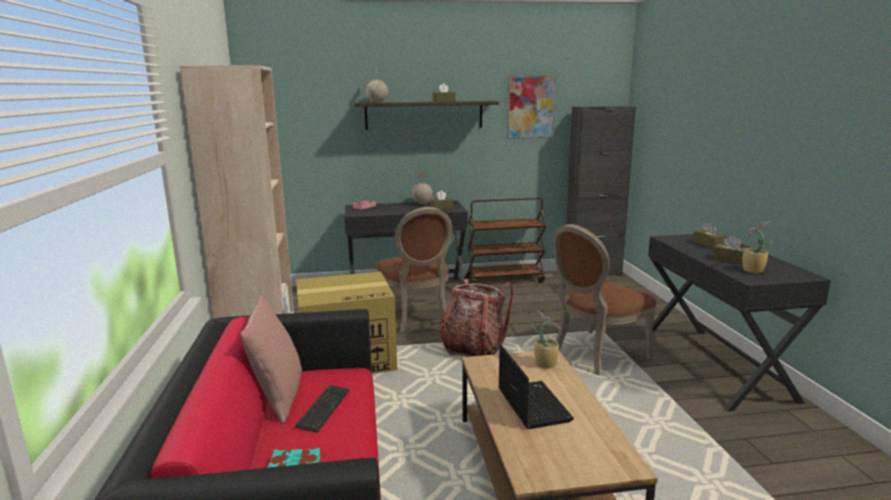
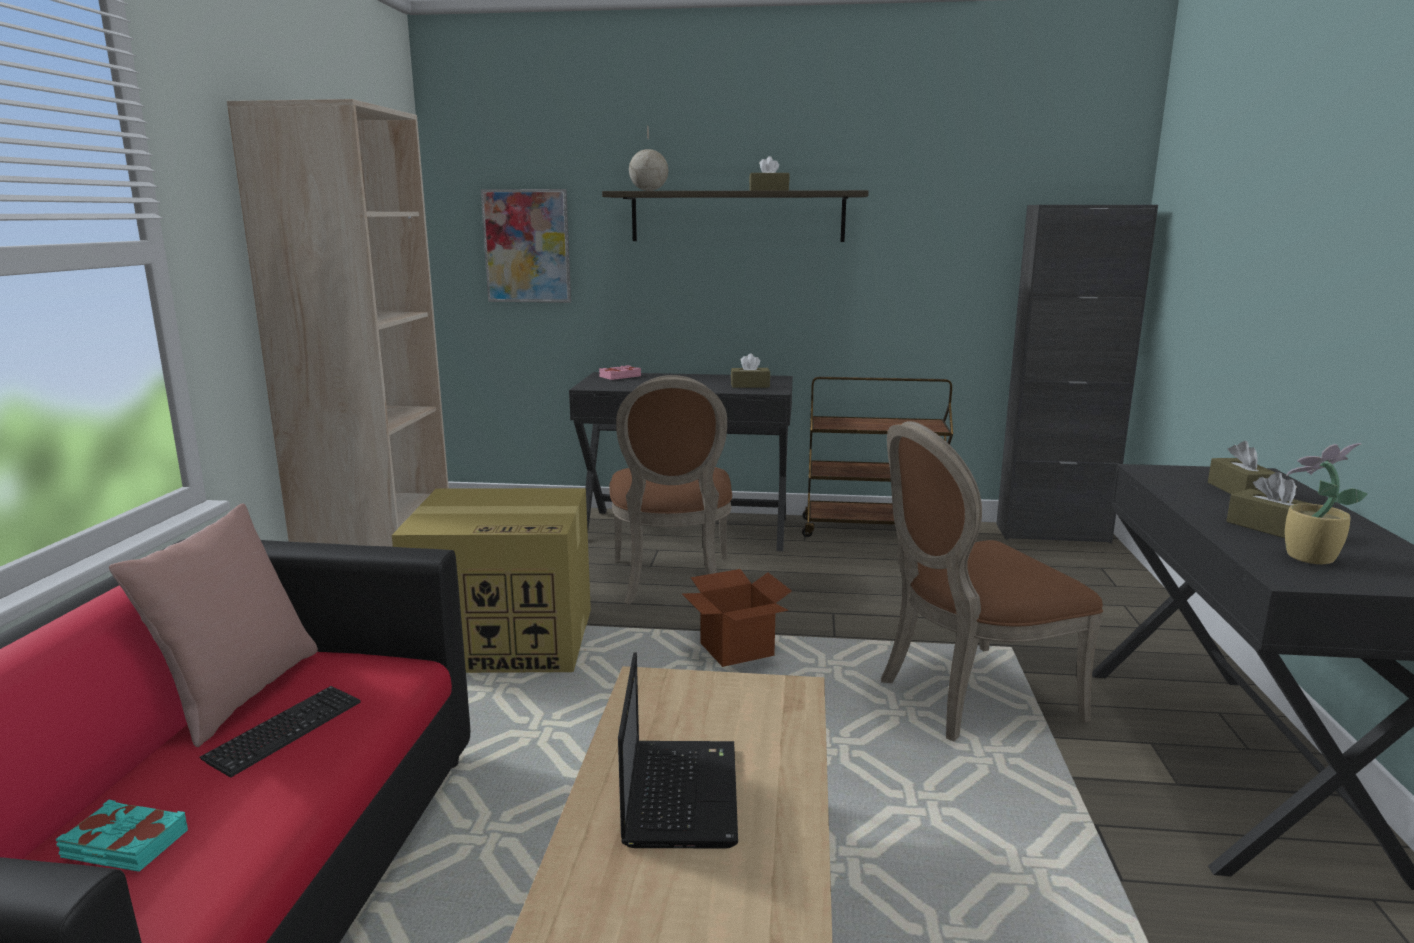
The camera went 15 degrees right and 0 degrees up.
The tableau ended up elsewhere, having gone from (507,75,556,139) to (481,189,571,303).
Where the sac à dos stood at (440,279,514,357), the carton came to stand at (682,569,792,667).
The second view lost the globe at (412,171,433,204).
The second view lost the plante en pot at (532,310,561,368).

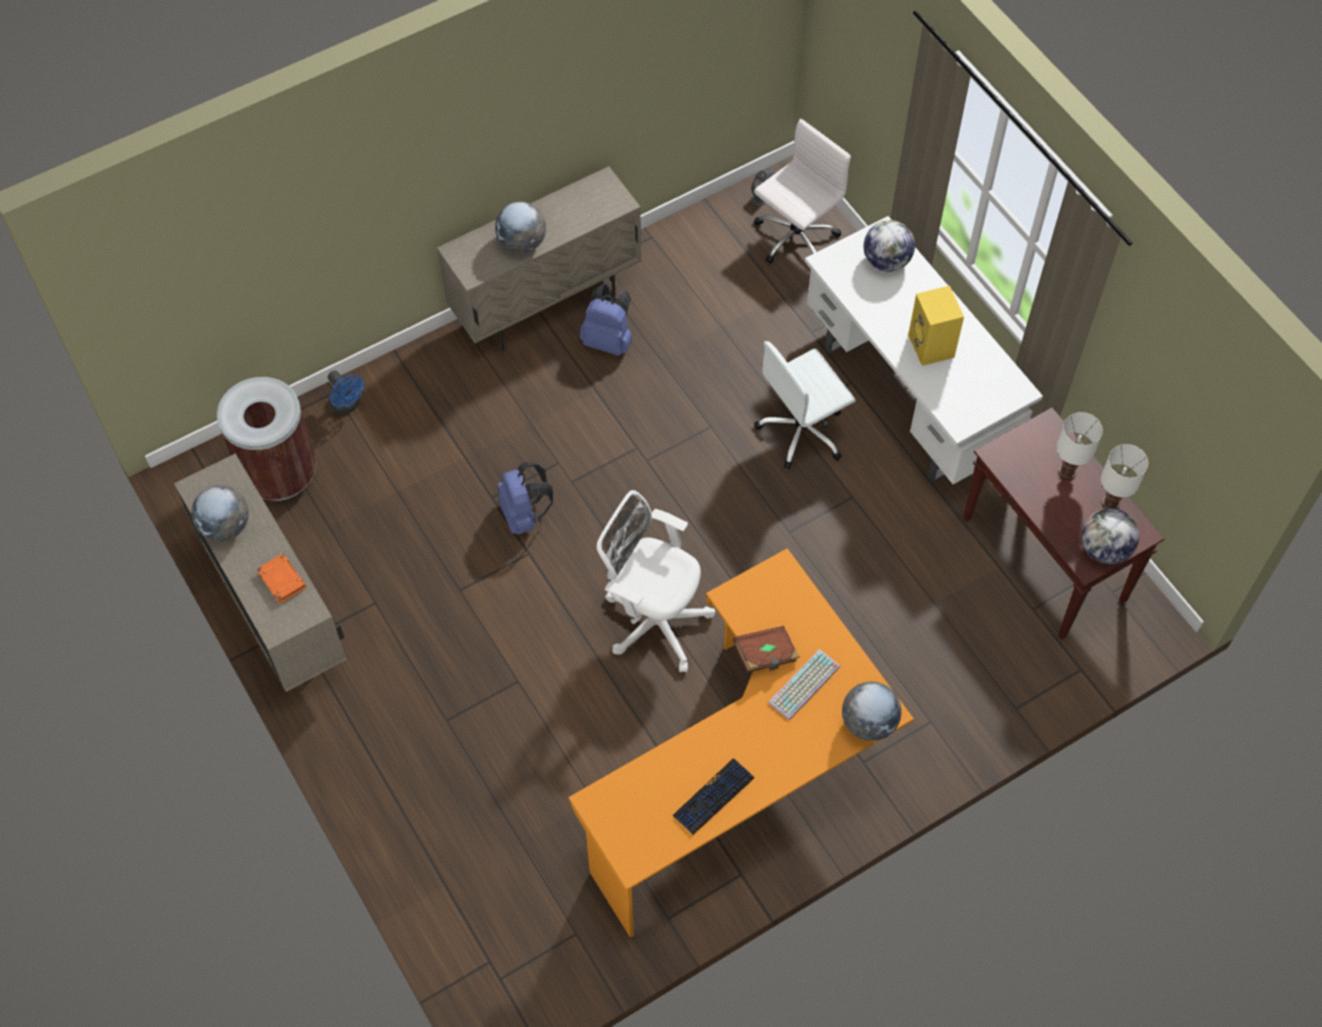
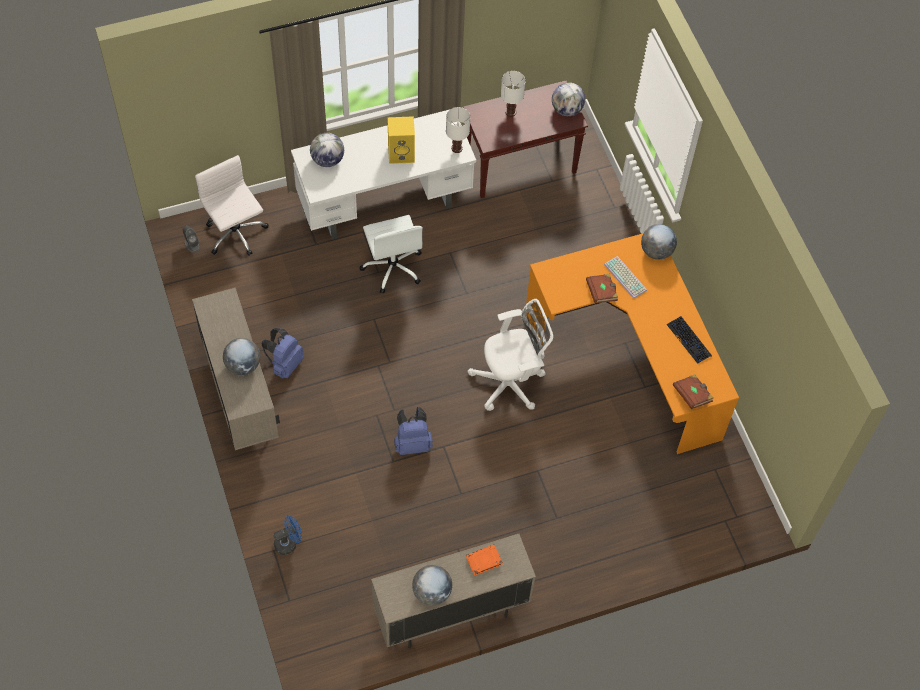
The camera went 80 degrees left and 0 degrees up.
The lampe de table (blanc) ended up elsewhere, having gone from (1101,444,1148,509) to (446,107,470,153).
The chaise de bureau (blanc) at (597,490,715,672) ended up facing another way, 150 degrees counterclockwise from before.
The second view gained the livre (marron) at (673,374,713,409).
The second view lost the poubelle (marron) at (217,377,316,501).

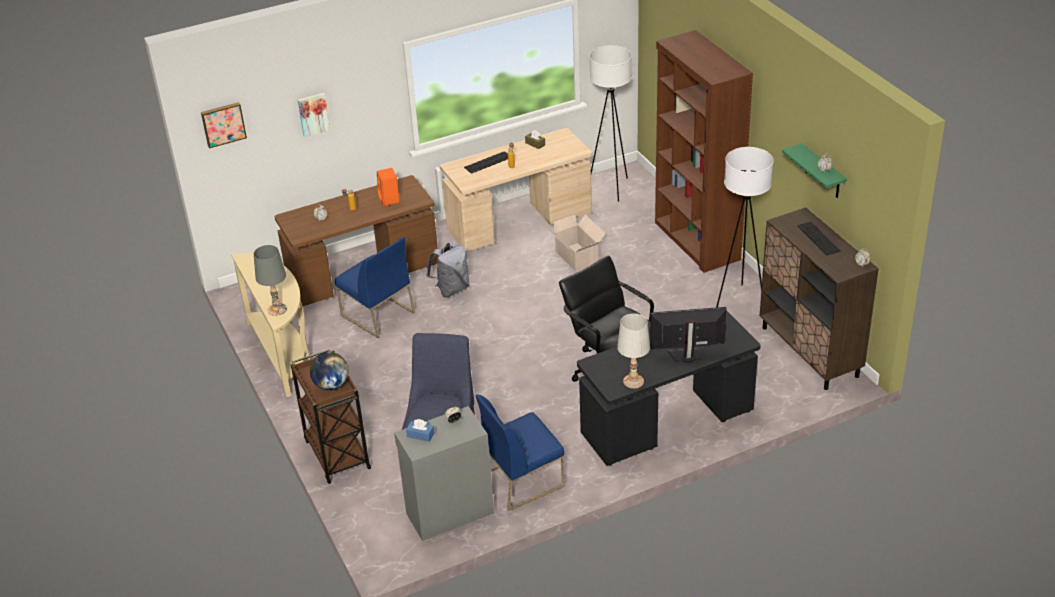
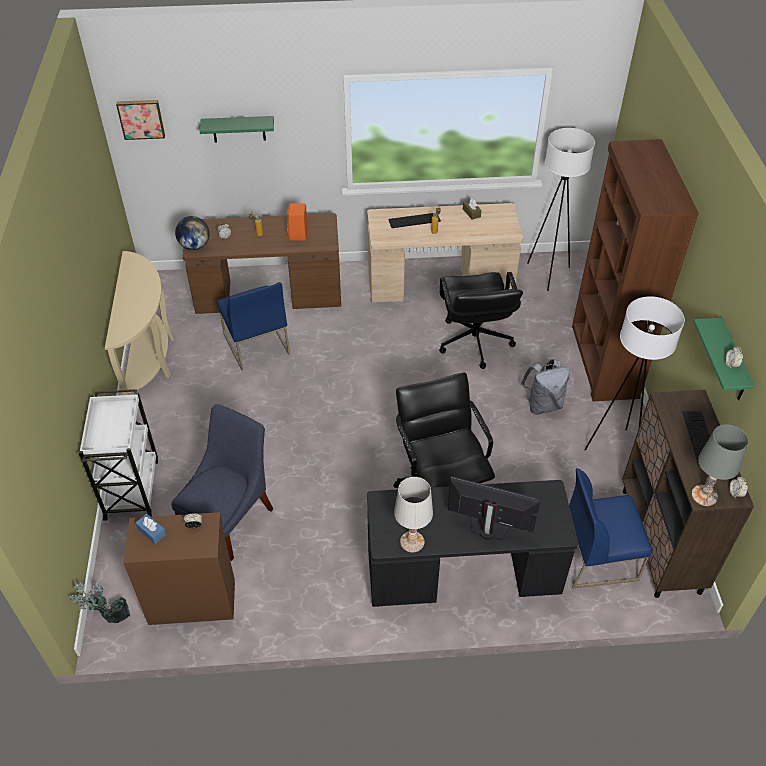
The camera went 20 degrees right and 10 degrees up.
The second view gained the plante en pot at (69,581,130,623).
What was the chariot (marron) at (291,349,371,484) turned into the chariot (blanc) at (78,389,158,521).
What was the meuble de rangement (gris) at (394,406,494,541) turned into the meuble de rangement (marron) at (123,512,235,625).
The globe ended up elsewhere, having gone from (310,352,348,390) to (175,216,210,250).
Where the tableau hung at (298,93,330,137), the étagère (vert) came to hang at (199,116,274,143).
Where the carton stood at (547,215,606,271), the chaise de bureau (noir) came to stand at (439,272,523,369).
The sac à dos (gris) ended up elsewhere, having gone from (426,242,470,297) to (521,359,569,415).
The chaise (bleu) ended up elsewhere, having gone from (476,394,565,511) to (569,468,652,588).
The lampe de table (gris) ended up elsewhere, having gone from (254,245,287,316) to (692,424,748,506).

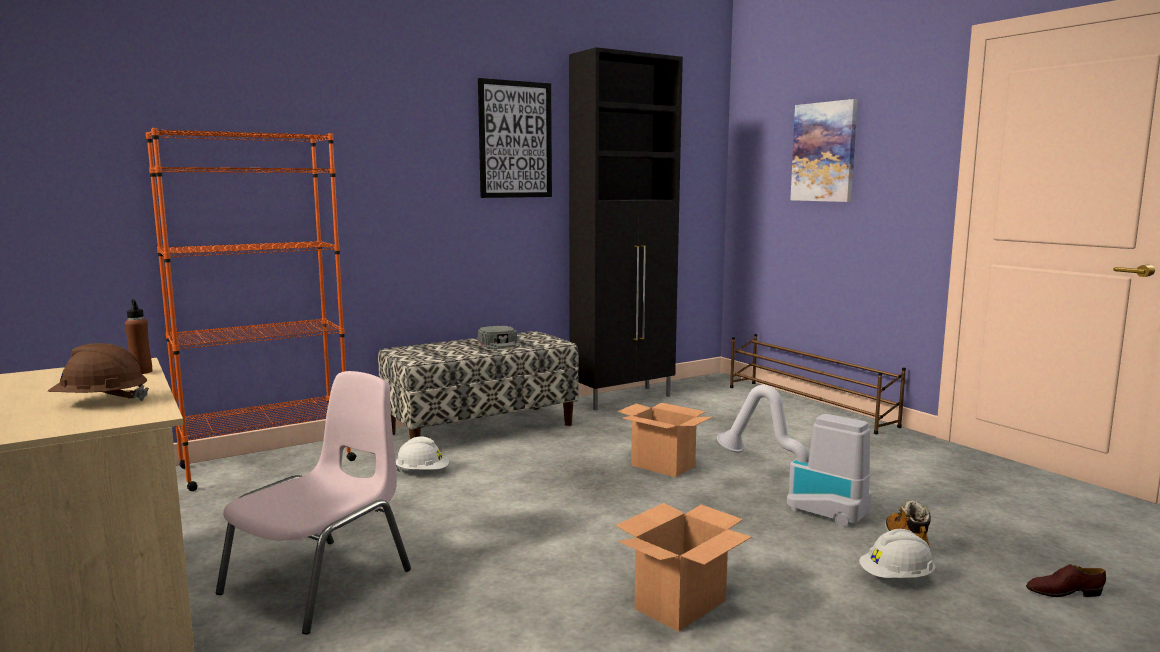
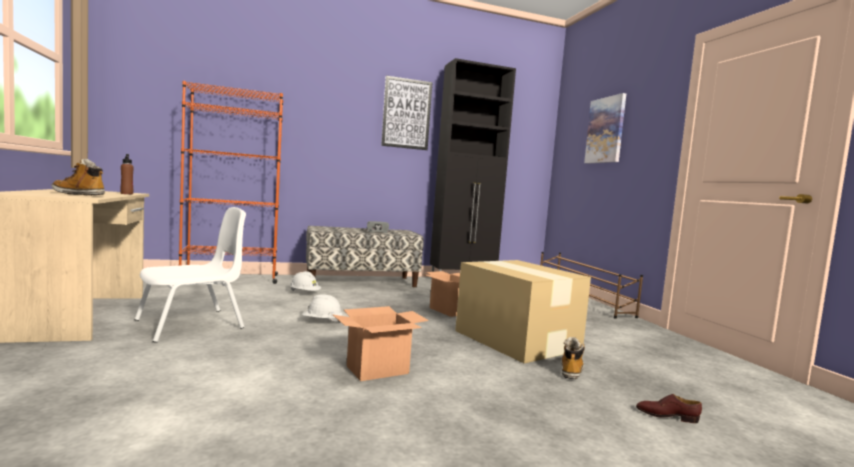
The camera went 15 degrees right and 5 degrees down.
Where the casque de chantier (marron) stood at (48,343,149,401), the botte came to stand at (52,159,105,195).
What was the chaise (rose) at (216,371,411,634) turned into the chaise (blanc) at (134,207,246,343).
The casque de chantier (blanc) ended up elsewhere, having gone from (859,529,935,578) to (302,294,343,323).
Where the aspirateur stood at (717,385,872,527), the carton came to stand at (455,260,591,363).

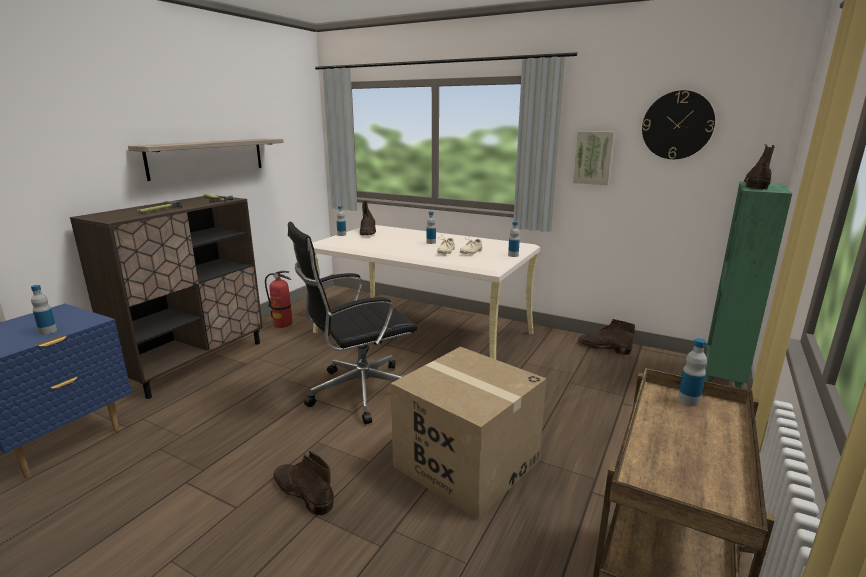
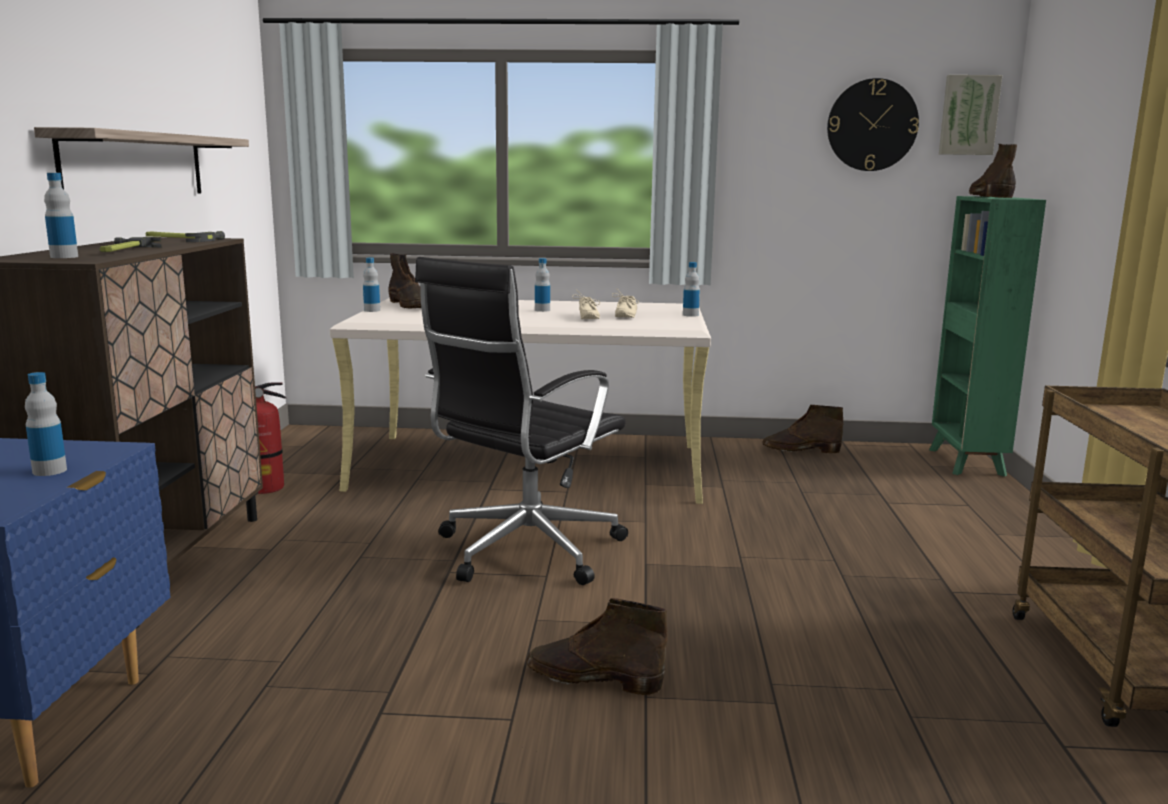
The camera went 25 degrees left and 5 degrees down.
The bouteille ended up elsewhere, having gone from (678,338,707,406) to (44,173,78,258).
The tableau ended up elsewhere, having gone from (573,131,615,185) to (939,75,1002,155).
The second view lost the carton at (391,347,546,520).

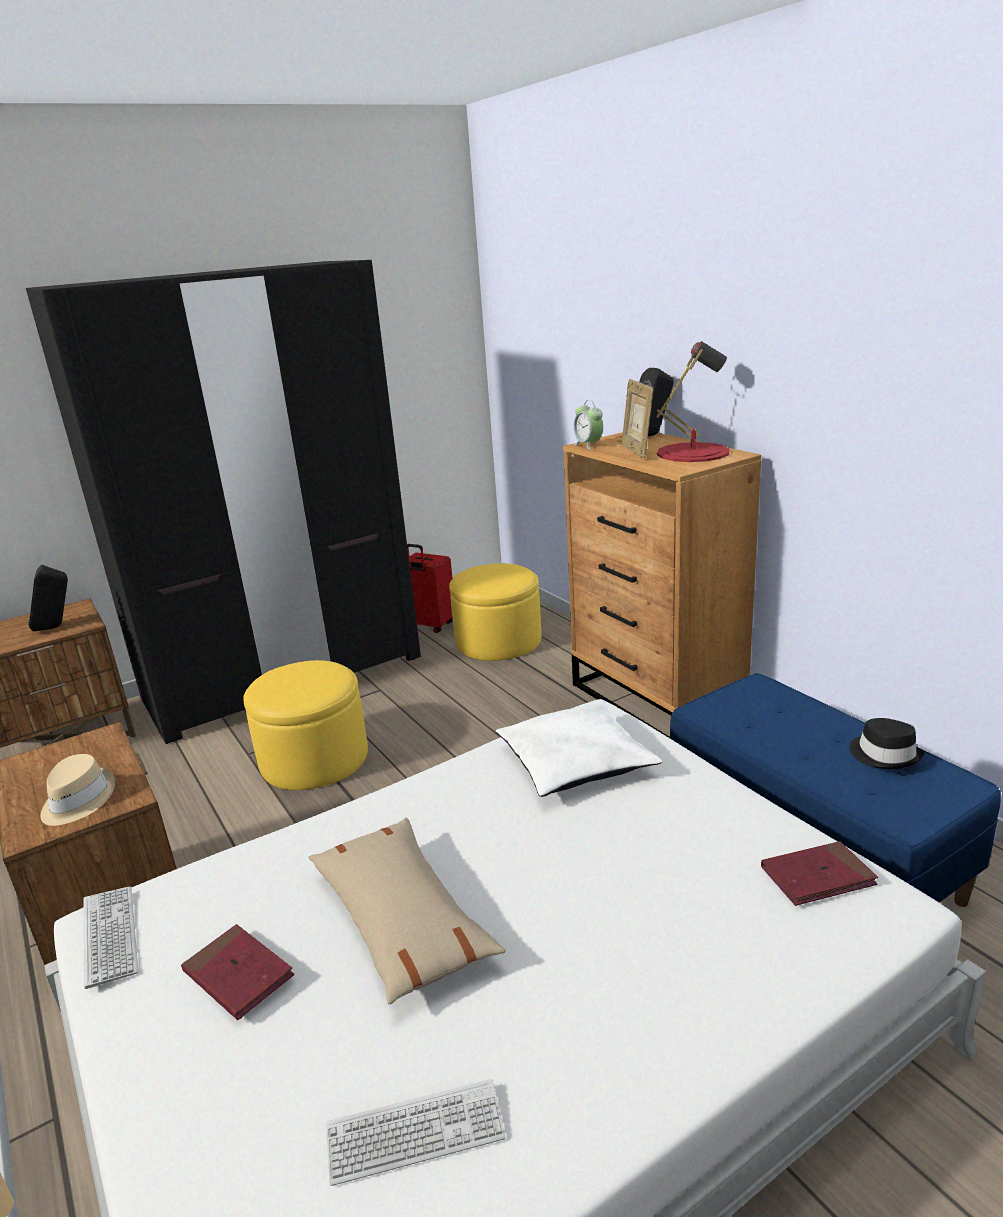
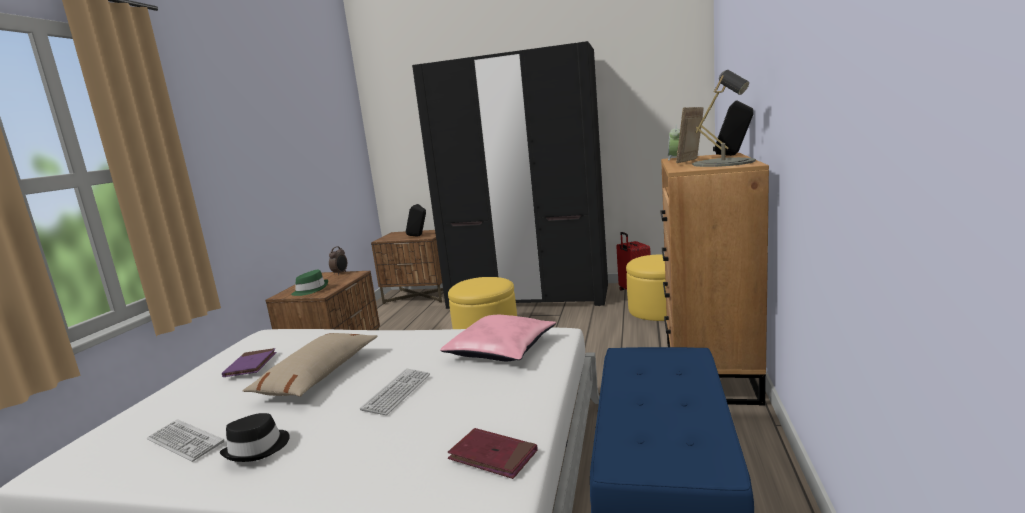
The camera went 45 degrees right and 10 degrees down.
The chapeau (noir) ended up elsewhere, having gone from (849,718,924,769) to (220,413,290,462).
What was the livre (rouge) at (181,924,294,1020) turned into the livre (violet) at (222,348,277,377).
What was the chapeau (beige) at (40,754,115,826) turned into the chapeau (vert) at (291,270,328,296).
The second view gained the réveil at (329,246,347,275).
The clavier ended up elsewhere, having gone from (83,887,139,989) to (360,369,430,415).
What was the coussin (blanc) at (496,700,662,797) turned into the coussin (rose) at (440,315,556,361).
What was the lampe de table (rouge) at (657,341,730,462) turned into the lampe de table (gris) at (692,70,756,167).

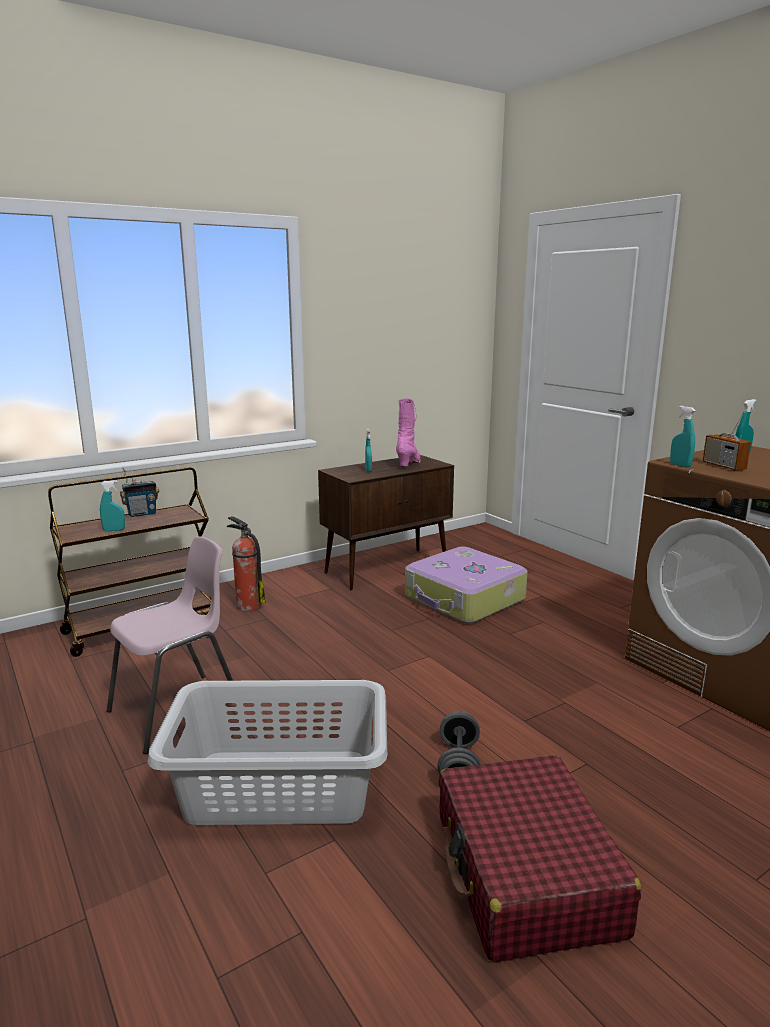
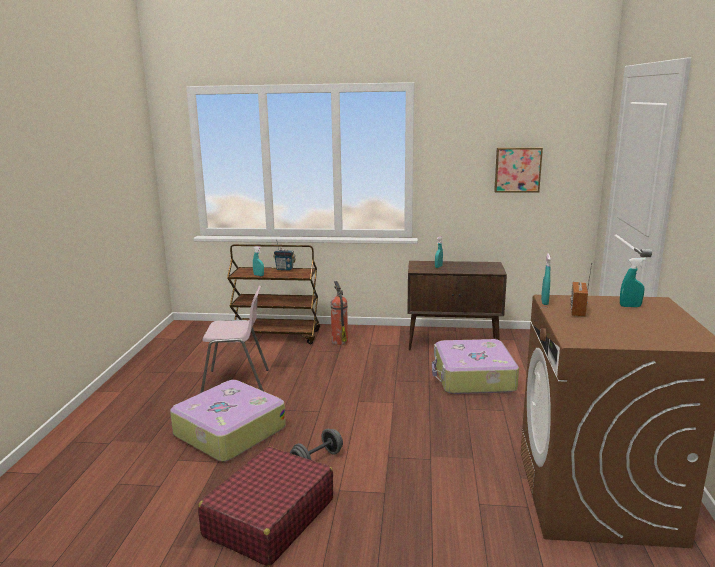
The camera went 40 degrees right and 0 degrees up.
Where the panier à linge (gris) stood at (148,680,387,825), the valise came to stand at (170,380,286,462).
The second view gained the tableau at (494,147,543,193).
The second view lost the botte (rose) at (396,398,421,466).

